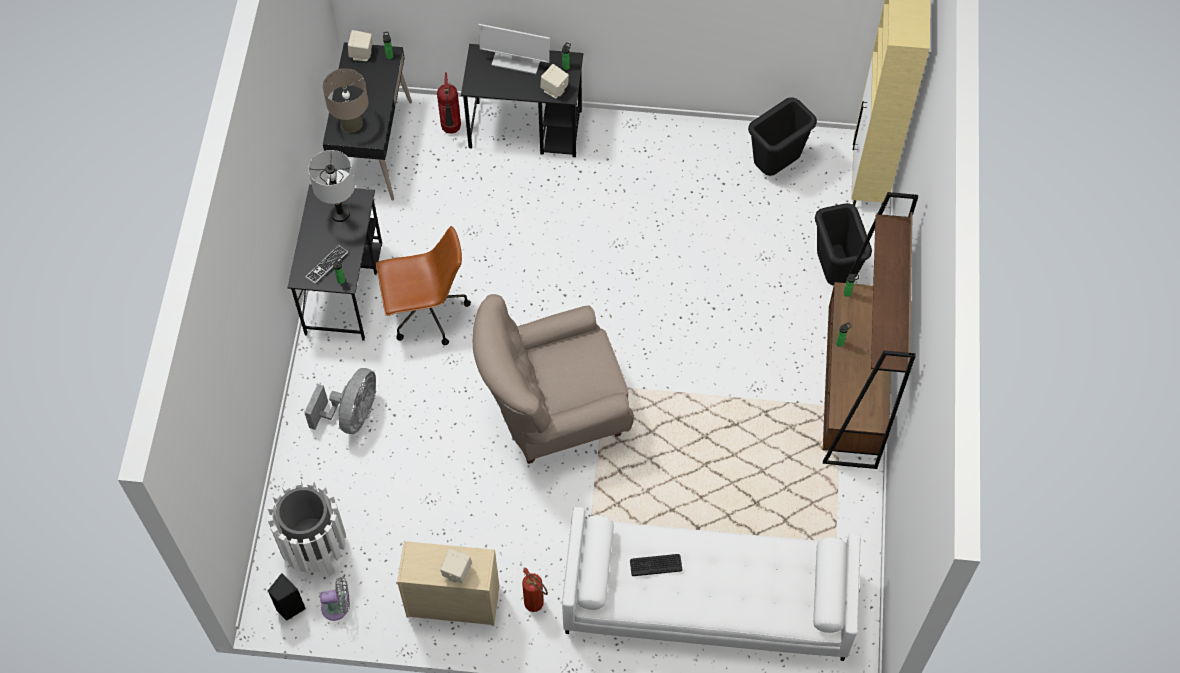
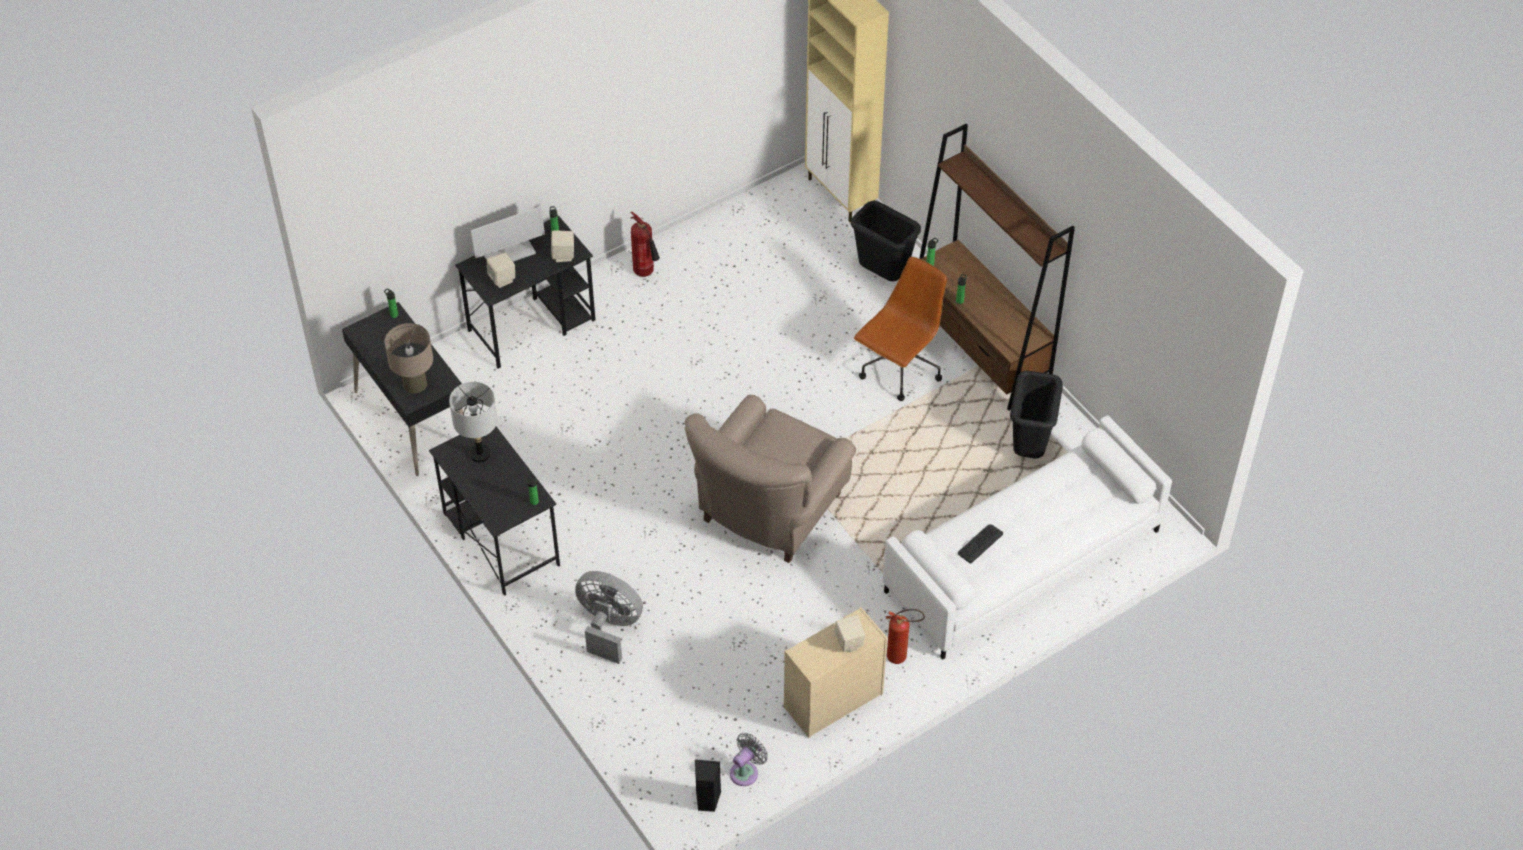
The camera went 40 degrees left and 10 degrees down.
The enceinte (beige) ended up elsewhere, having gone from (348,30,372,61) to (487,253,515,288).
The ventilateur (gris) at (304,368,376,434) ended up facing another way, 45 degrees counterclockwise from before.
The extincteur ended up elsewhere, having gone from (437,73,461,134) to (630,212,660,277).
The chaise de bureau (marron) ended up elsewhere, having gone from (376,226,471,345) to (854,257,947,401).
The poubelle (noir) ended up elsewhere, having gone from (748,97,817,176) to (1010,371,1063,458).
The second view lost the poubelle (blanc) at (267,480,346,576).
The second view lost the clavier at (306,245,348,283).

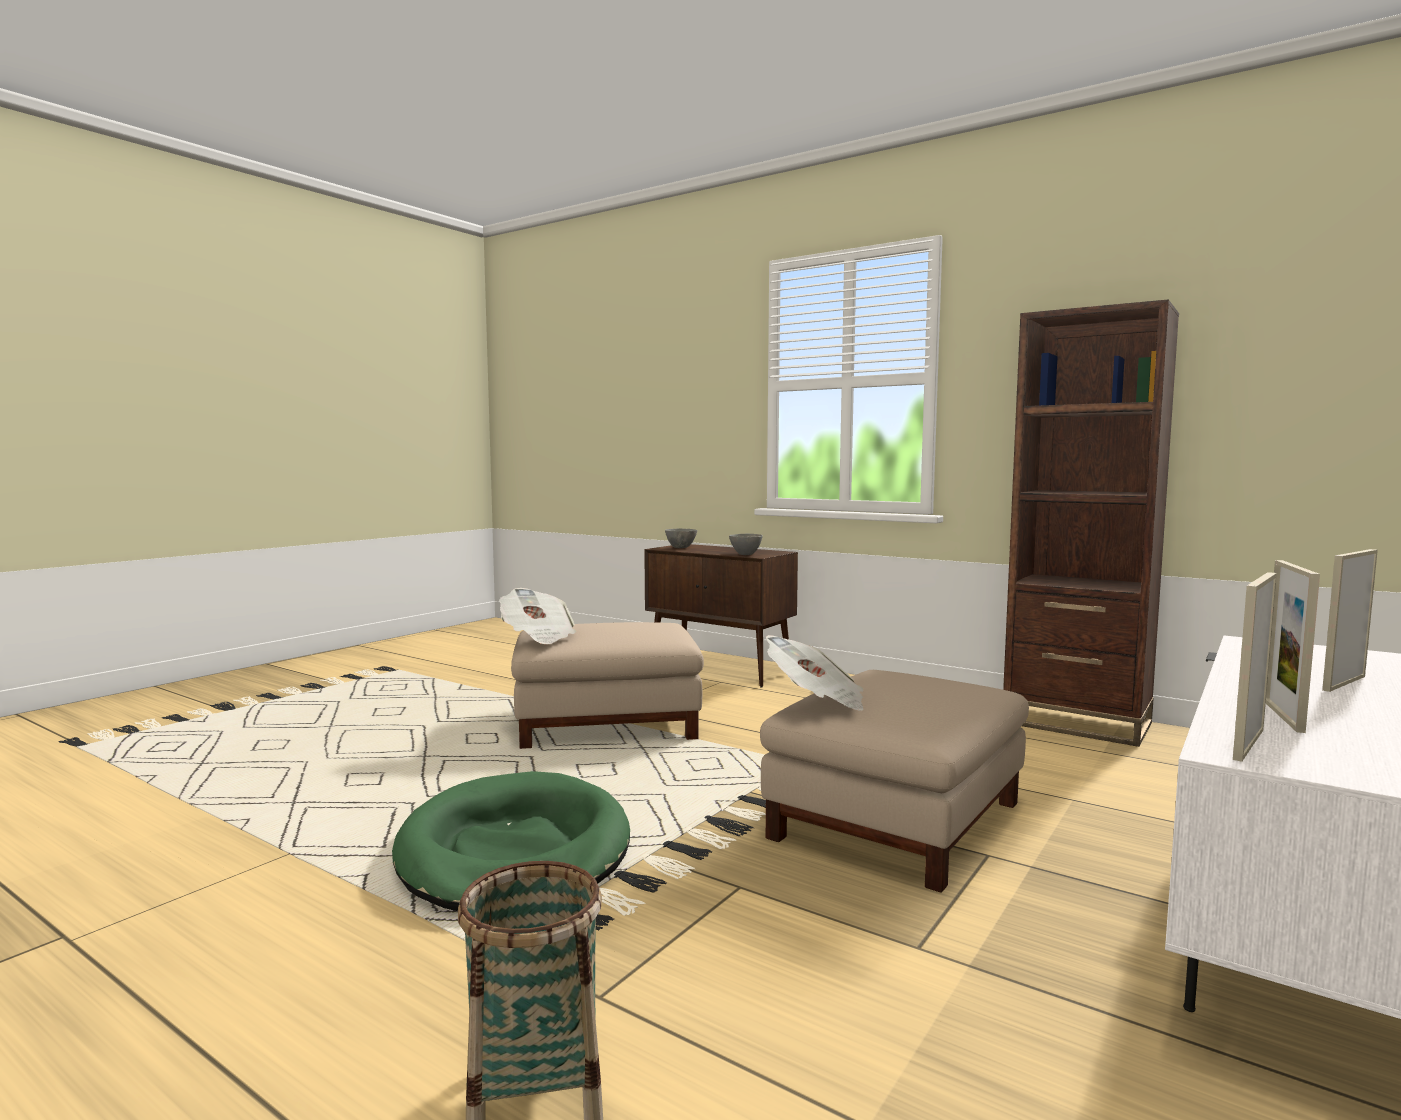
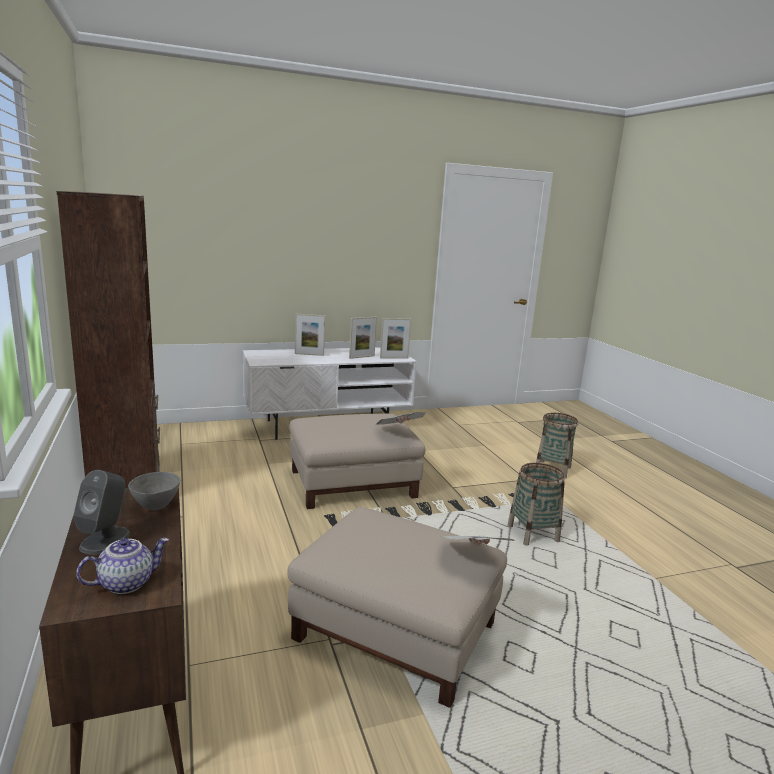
The camera went 145 degrees left and 10 degrees up.
The second view gained the enceinte (gris) at (73,470,130,555).
Where the bol (gris) stood at (665,529,697,548), the théière came to stand at (76,538,169,594).
Where the panier pour chien (vert) stood at (392,771,630,911), the panier came to stand at (507,463,565,546).

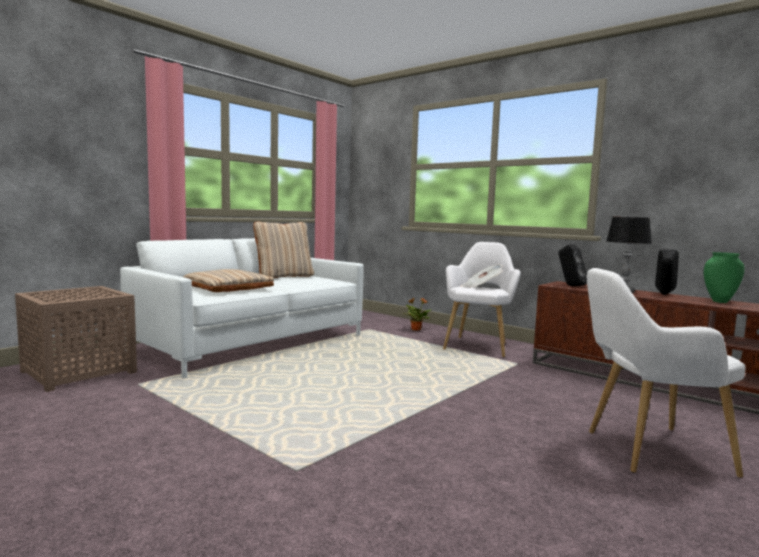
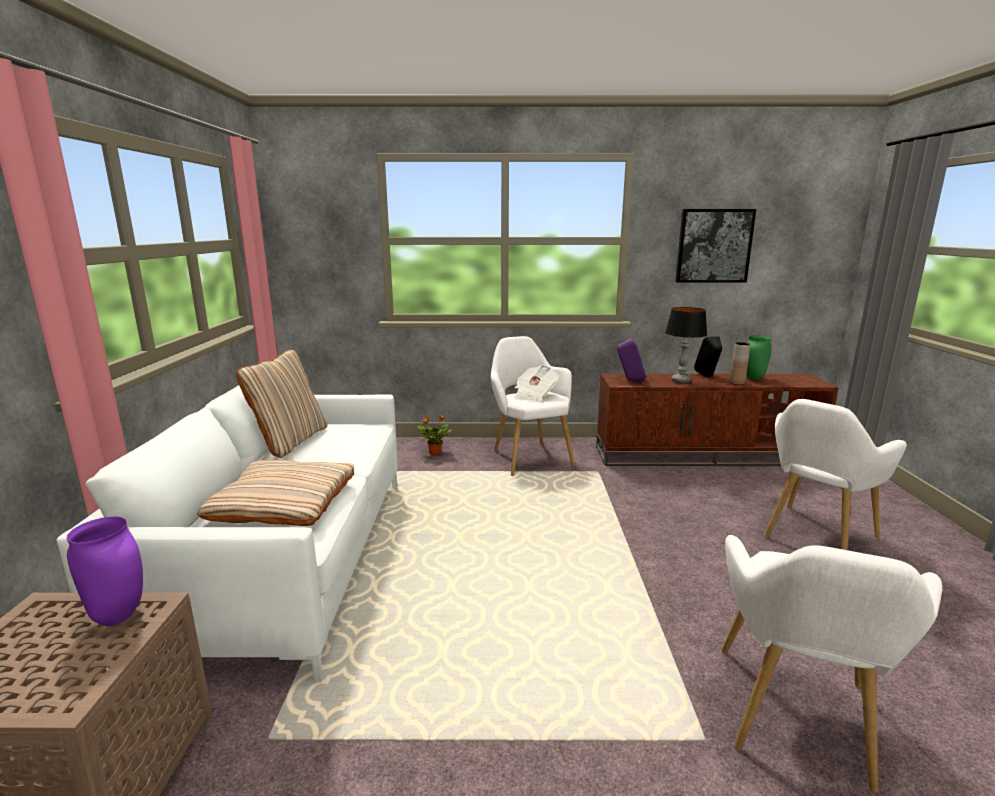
The camera went 40 degrees left and 10 degrees up.
The second view gained the vase (violet) at (67,516,143,626).
What was the enceinte (noir) at (558,244,587,286) turned into the enceinte (violet) at (617,338,647,381).
The second view gained the tableau at (675,209,756,283).
The second view gained the fauteuil (blanc) at (722,535,942,793).
The second view gained the vase (marron) at (730,342,751,385).

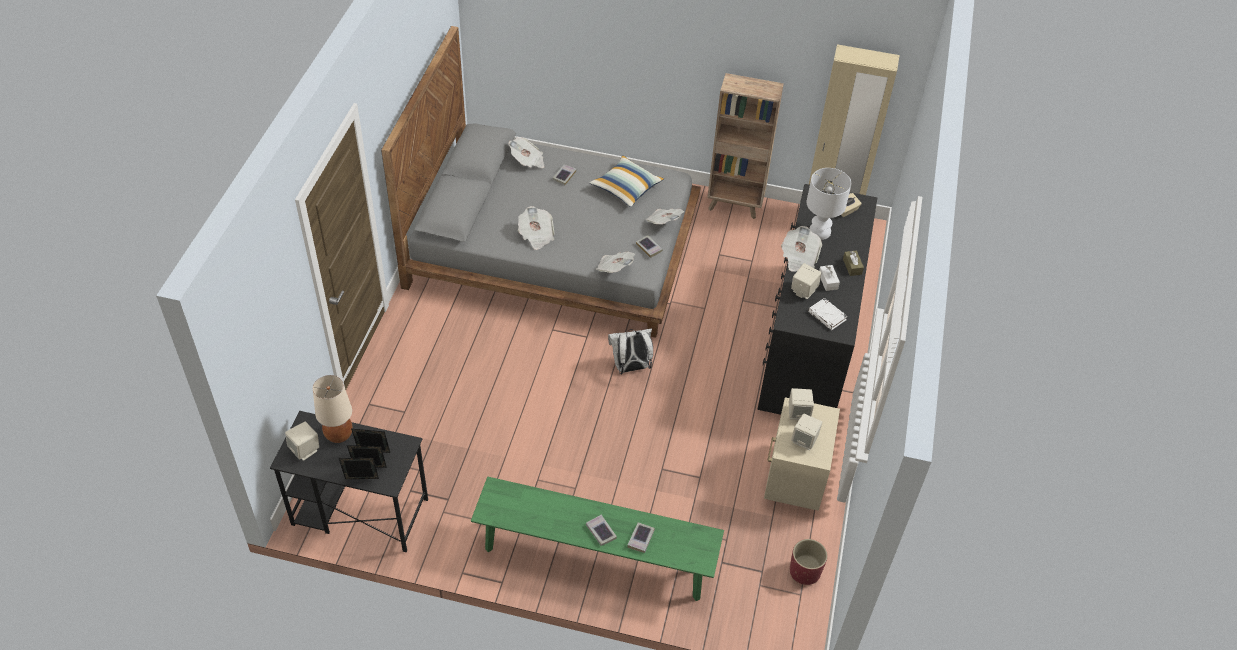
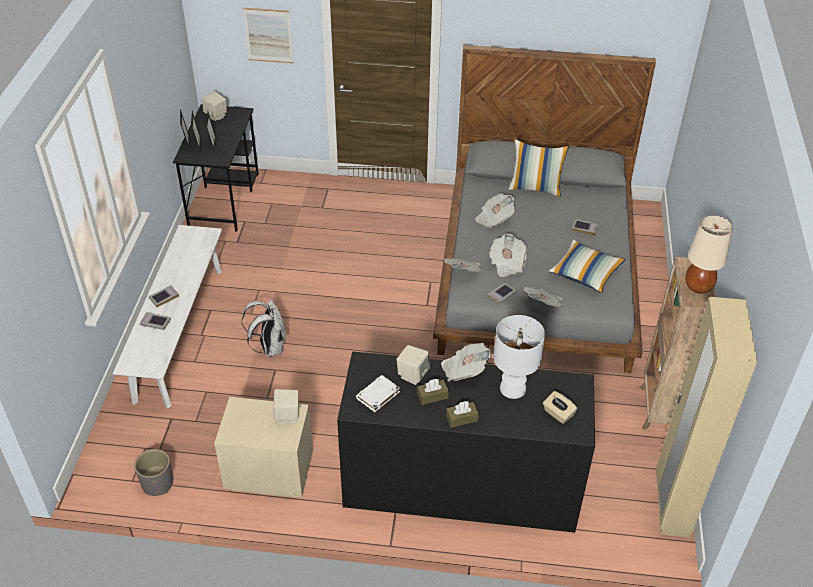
The camera went 85 degrees right and 5 degrees down.
What was the banc (vert) at (471,477,724,601) turned into the banc (blanc) at (113,225,222,408).
What was the cache-pot (rouge) at (790,539,828,585) turned into the cache-pot (gris) at (134,449,173,496).
The sac à dos (blanc) ended up elsewhere, having gone from (608,328,653,374) to (241,300,286,357).
The second view gained the tableau at (243,8,293,63).
What was the boîte à mouchoirs (blanc) at (819,265,840,291) turned into the boîte à mouchoirs (marron) at (417,379,449,405).
The journal ended up elsewhere, having gone from (509,138,544,168) to (489,234,528,277).
The second view gained the coussin at (509,139,569,197).
The lampe de table (beige) ended up elsewhere, having gone from (313,375,353,443) to (685,215,733,293).
The second view lost the enceinte (beige) at (791,414,822,450).

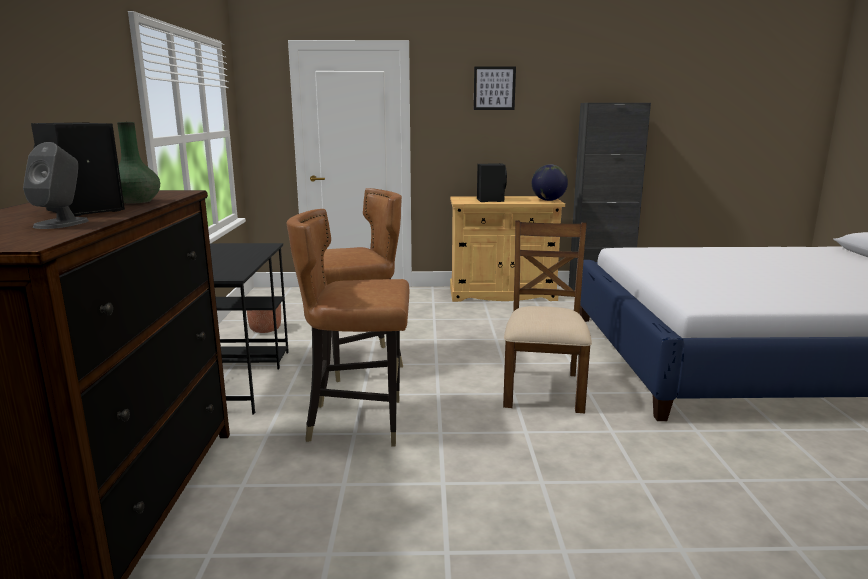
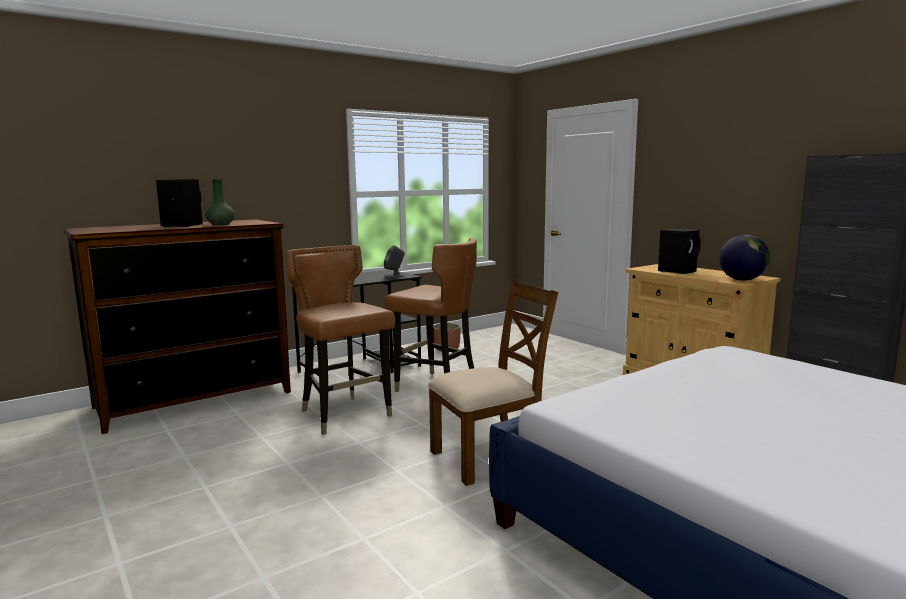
The camera went 55 degrees right and 5 degrees down.
The enceinte (gris) ended up elsewhere, having gone from (23,142,89,229) to (384,245,405,278).
The second view lost the tableau at (474,67,516,110).

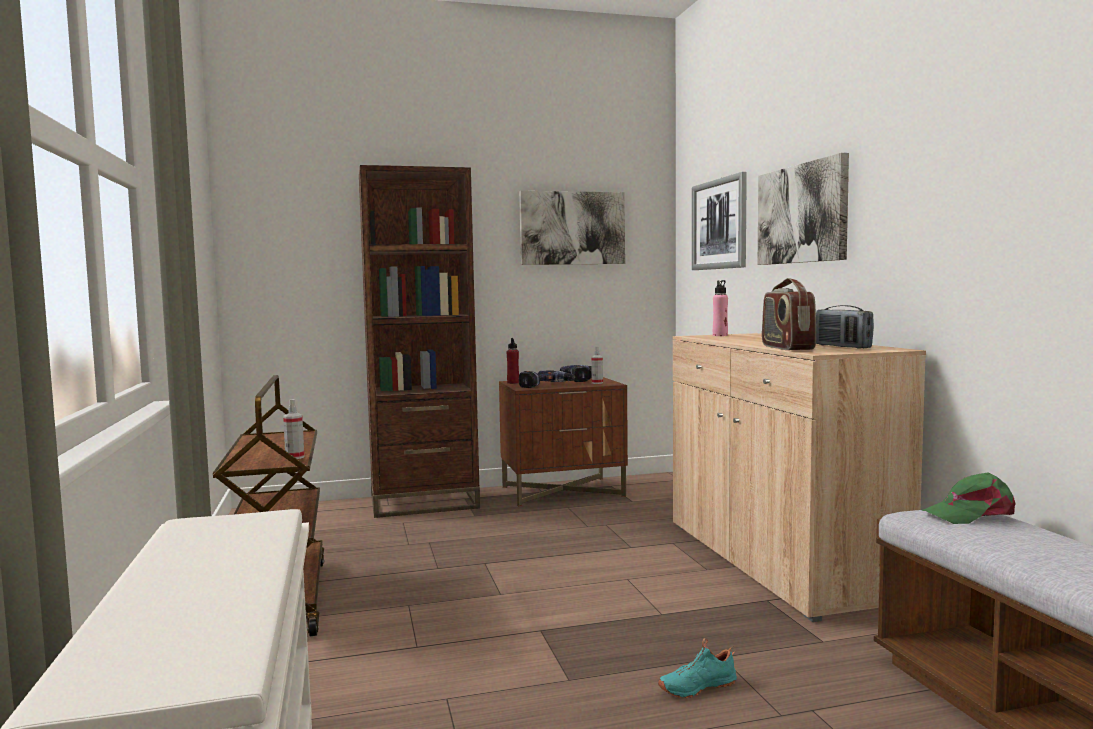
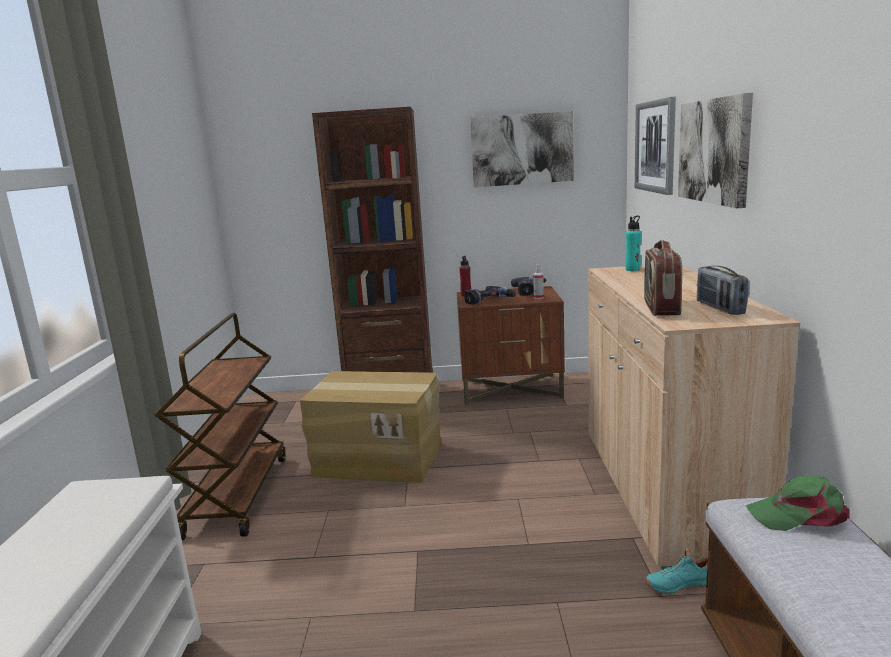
The camera went 15 degrees right and 10 degrees up.
The second view gained the carton at (300,371,442,483).
What was the bouteille (rose) at (713,280,728,336) turned into the bouteille (turquoise) at (625,216,641,271).
The chaussure (turquoise) ended up elsewhere, having gone from (658,638,737,698) to (645,548,708,595).
The second view lost the vaporisateur at (283,399,304,459).

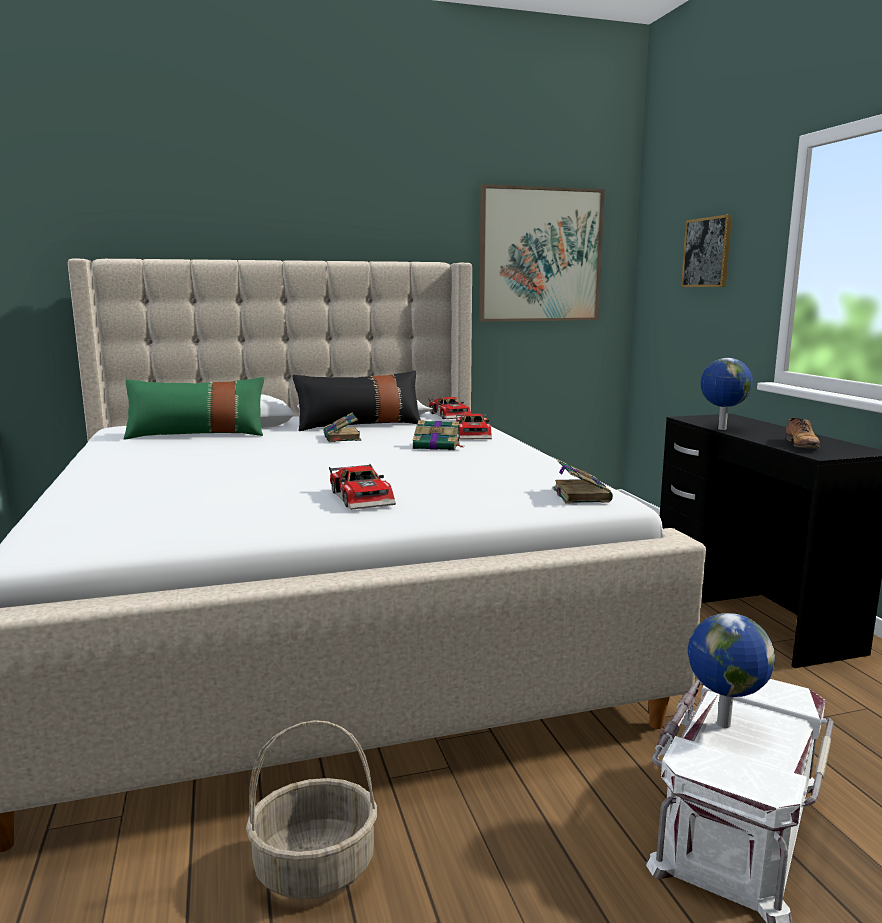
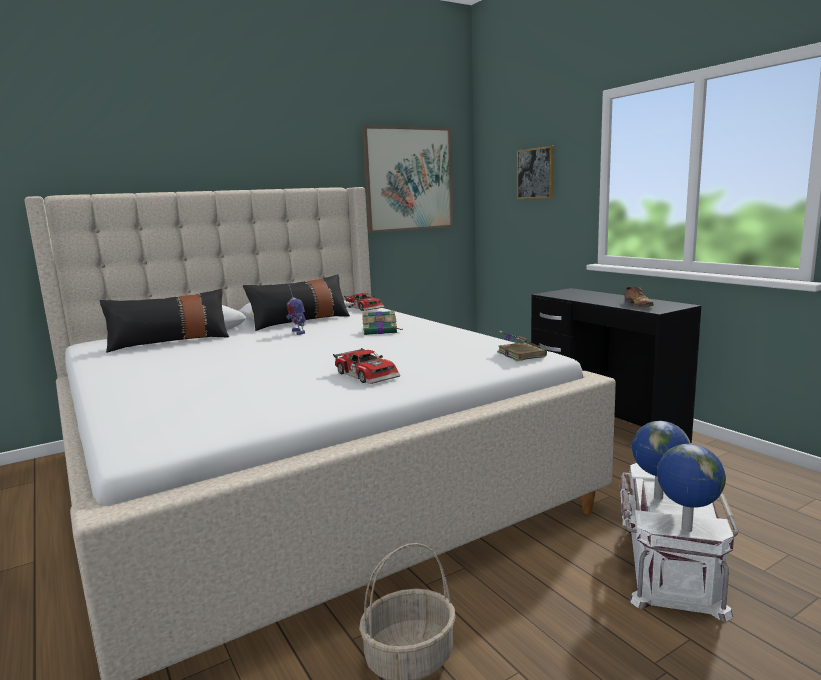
The camera went 15 degrees left and 0 degrees up.
What was the coussin (vert) at (123,377,264,440) turned into the coussin (noir) at (100,289,229,352).
Where the livre stood at (324,412,361,442), the robot jouet came to stand at (286,279,306,335).
The globe ended up elsewhere, having gone from (701,358,753,430) to (657,444,726,532).
The second view lost the petite voiture at (456,414,492,439).

